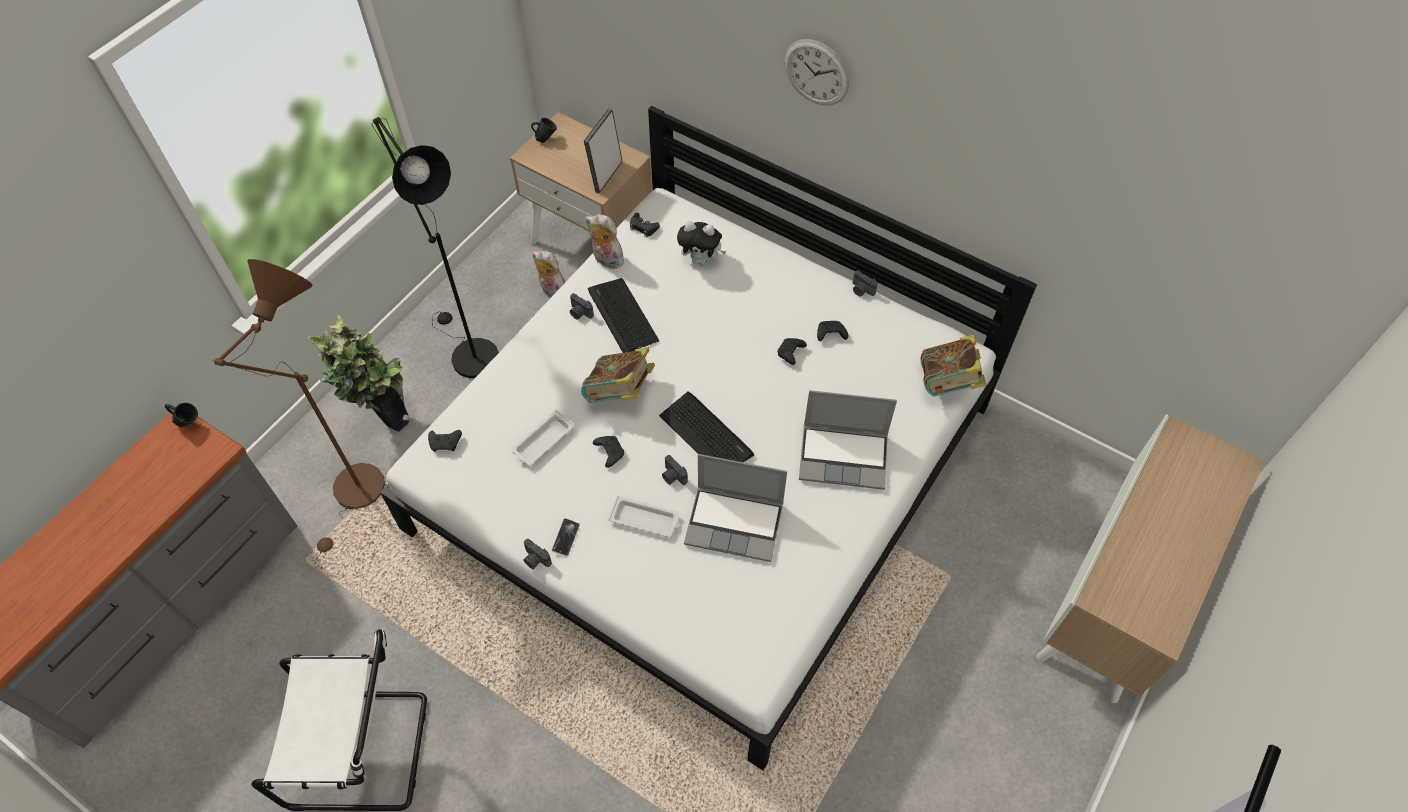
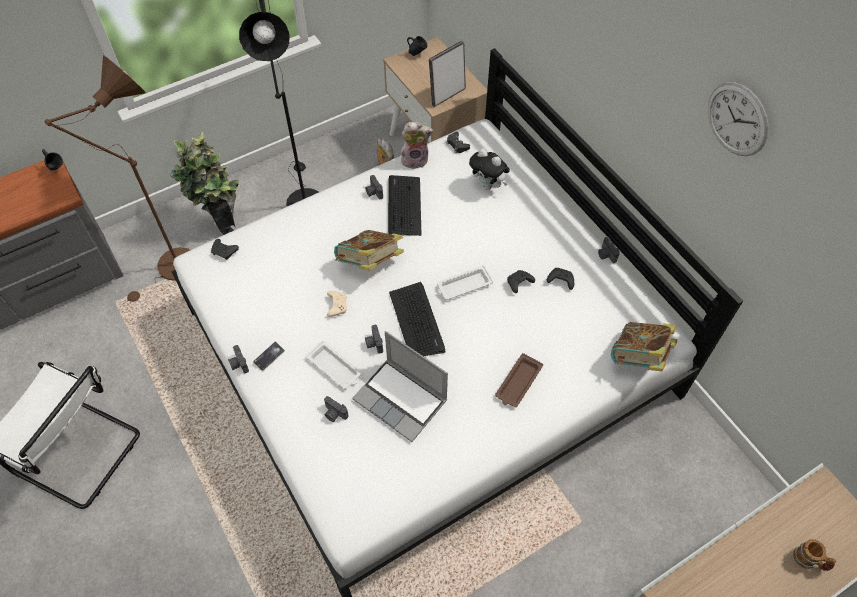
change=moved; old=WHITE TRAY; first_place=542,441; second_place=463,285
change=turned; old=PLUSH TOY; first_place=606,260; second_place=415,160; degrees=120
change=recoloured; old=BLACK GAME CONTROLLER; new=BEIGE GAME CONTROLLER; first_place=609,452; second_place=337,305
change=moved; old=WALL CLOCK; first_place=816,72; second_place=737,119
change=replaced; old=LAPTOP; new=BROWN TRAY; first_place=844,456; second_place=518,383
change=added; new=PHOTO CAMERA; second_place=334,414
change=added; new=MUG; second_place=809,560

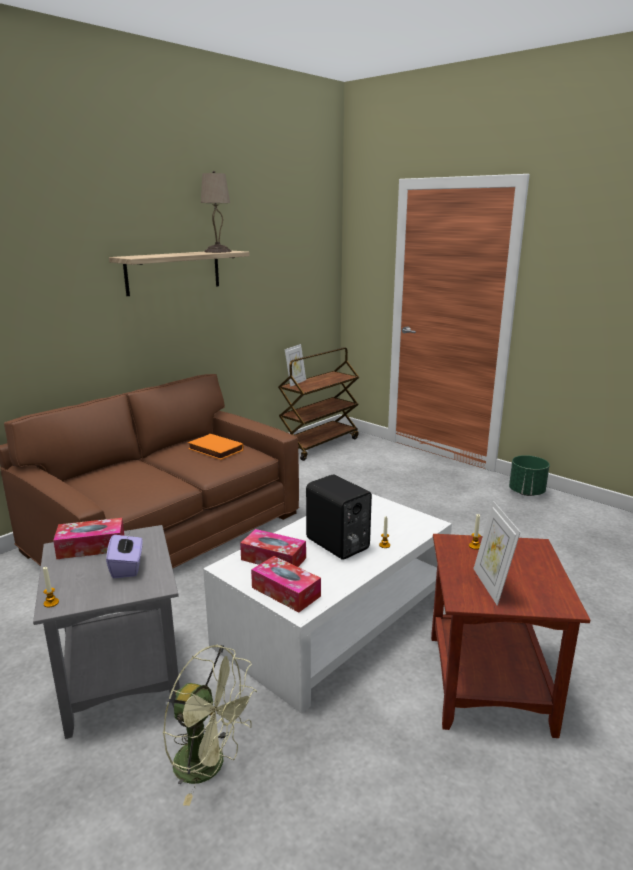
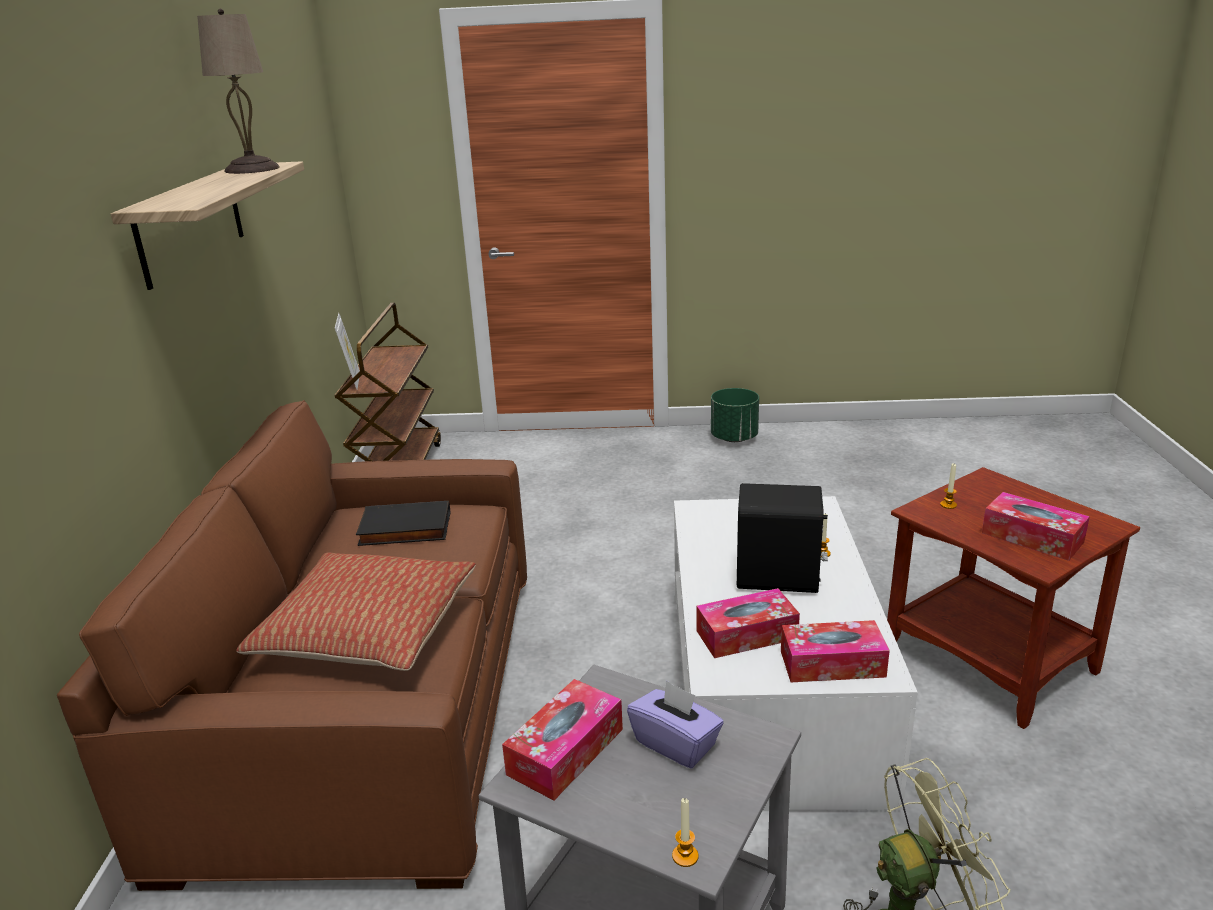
change=recoloured; old=ORANGE BOOK; new=BLACK BOOK; first_place=214,450; second_place=404,530
change=replaced; old=PICTURE FRAME; new=TISSUE BOX; first_place=491,585; second_place=1032,537
change=added; new=PILLOW; second_place=368,631

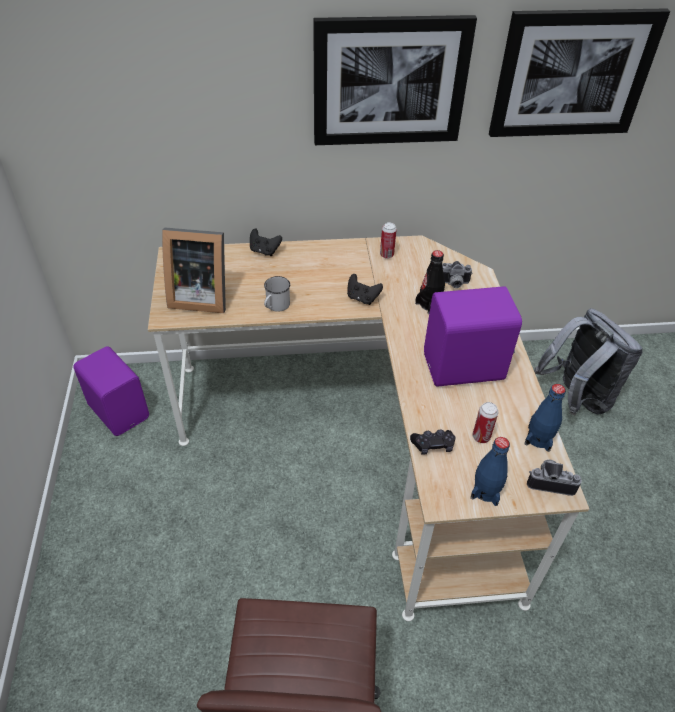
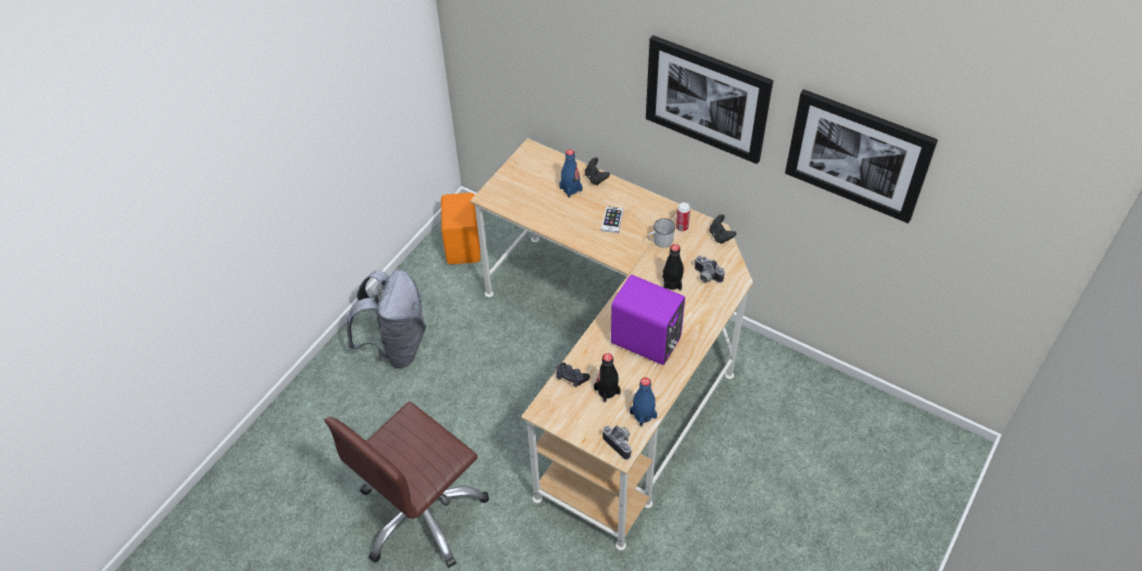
change=recoloured; old=PURPLE SPEAKER; new=ORANGE SPEAKER; first_place=120,410; second_place=464,245
change=removed; old=PICTURE FRAME; first_place=199,296
change=moved; old=WHITE MUG; first_place=275,306; second_place=660,241
change=moved; old=BLACK GAME CONTROLLER; first_place=362,298; second_place=720,236
change=moved; old=BLUE BOTTLE; first_place=486,491; second_place=570,189
change=replaced; old=CAN; new=BLACK BOTTLE; first_place=481,437; second_place=607,391
change=moved; old=GREY BACKPACK; first_place=575,398; second_place=396,346
change=added; new=PHONE; second_place=612,220

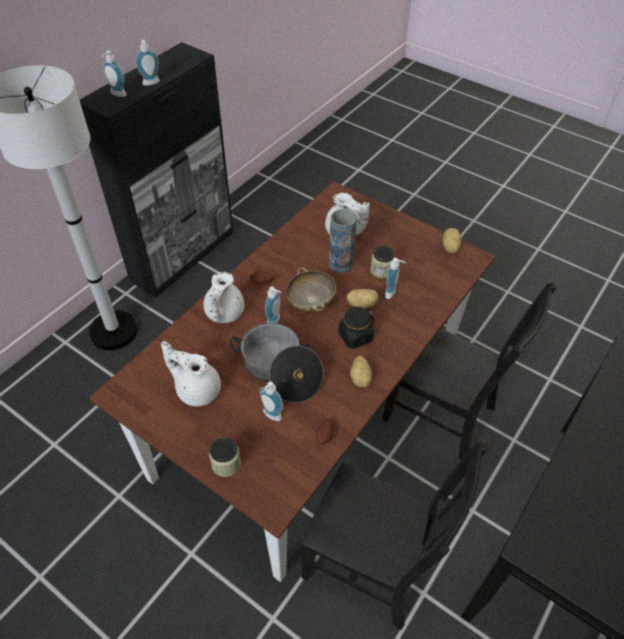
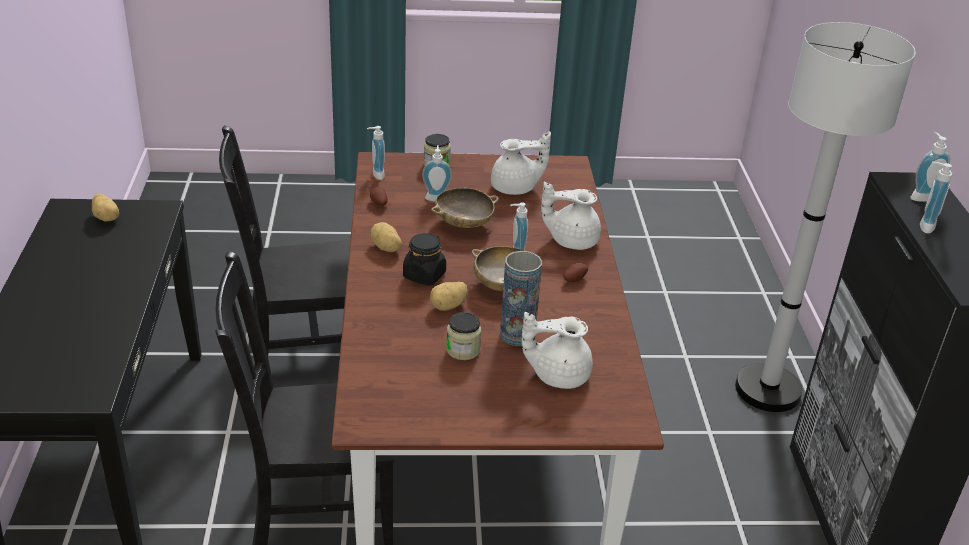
change=turned; old=WHITE TEAPOT; first_place=223,313; second_place=571,240; degrees=-60
change=replaced; old=COOKING POT; new=BEIGE BOWL; first_place=280,371; second_place=464,224
change=moved; old=SOAP DISPENSER; first_place=392,293; second_place=376,174
change=moved; old=POTATO; first_place=449,247; second_place=107,218

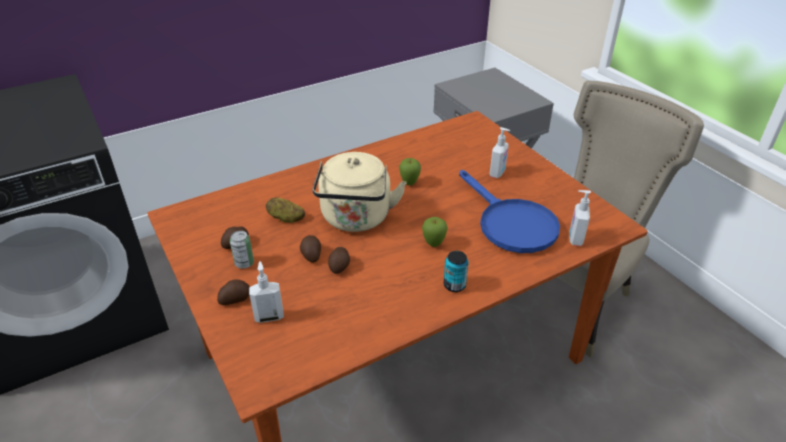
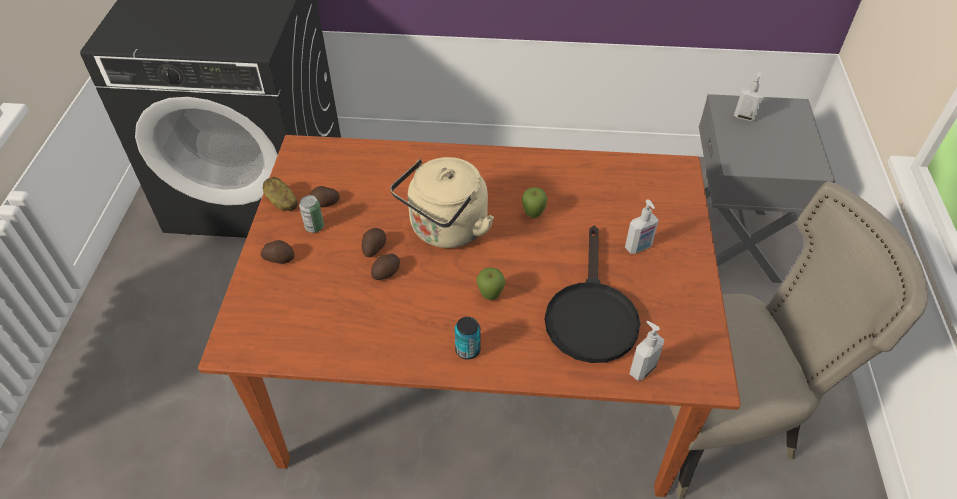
change=moved; old=SOAP DISPENSER; first_place=269,316; second_place=744,117
change=moved; old=POTATO; first_place=286,218; second_place=281,202
change=recoloured; old=BLUE FRYING PAN; new=BLACK FRYING PAN; first_place=510,223; second_place=590,314

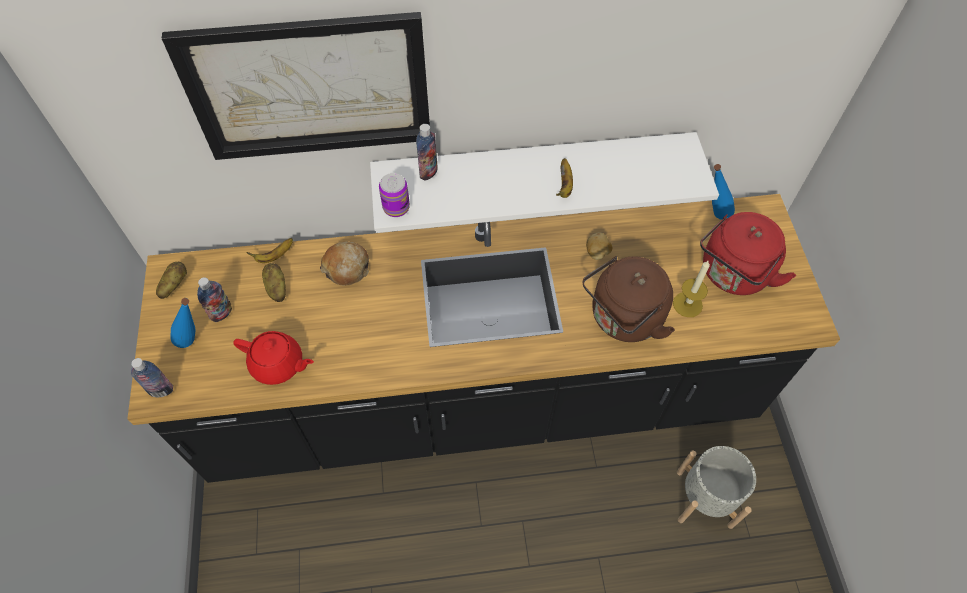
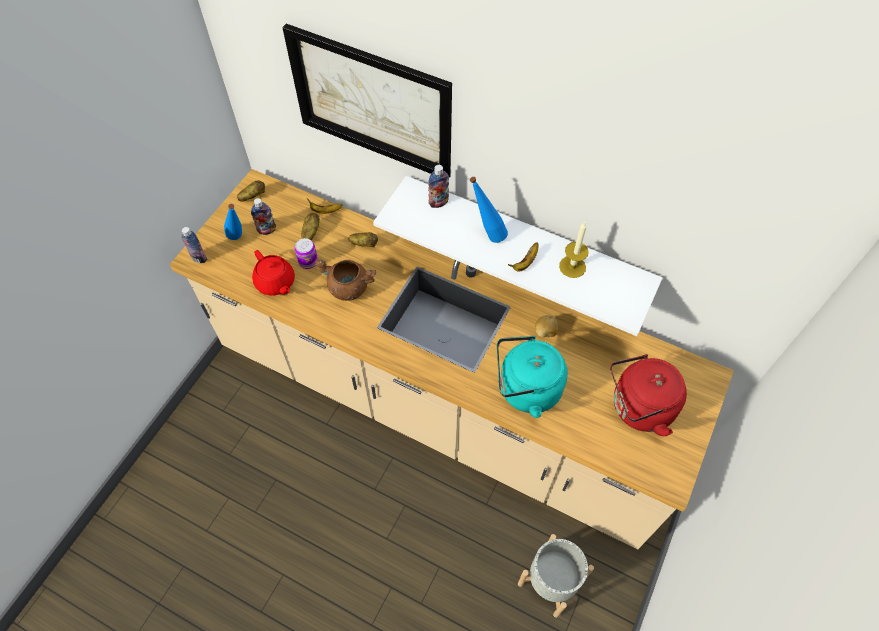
change=recoloured; old=BLACK COUNTER; new=BEIGE COUNTER; first_place=482,400; second_place=439,404
change=replaced; old=BREAD; new=POTATO; first_place=346,268; second_place=364,244
change=moved; old=CAN; first_place=396,207; second_place=308,262
change=recoloured; old=BROWN KETTLE; new=TURQUOISE KETTLE; first_place=623,319; second_place=525,389
change=moved; old=CANDLE; first_place=687,304; second_place=572,266
change=moved; old=BLUE BOTTLE; first_place=712,216; second_place=487,234
change=added; new=BROWN COOKING POT; second_place=348,288

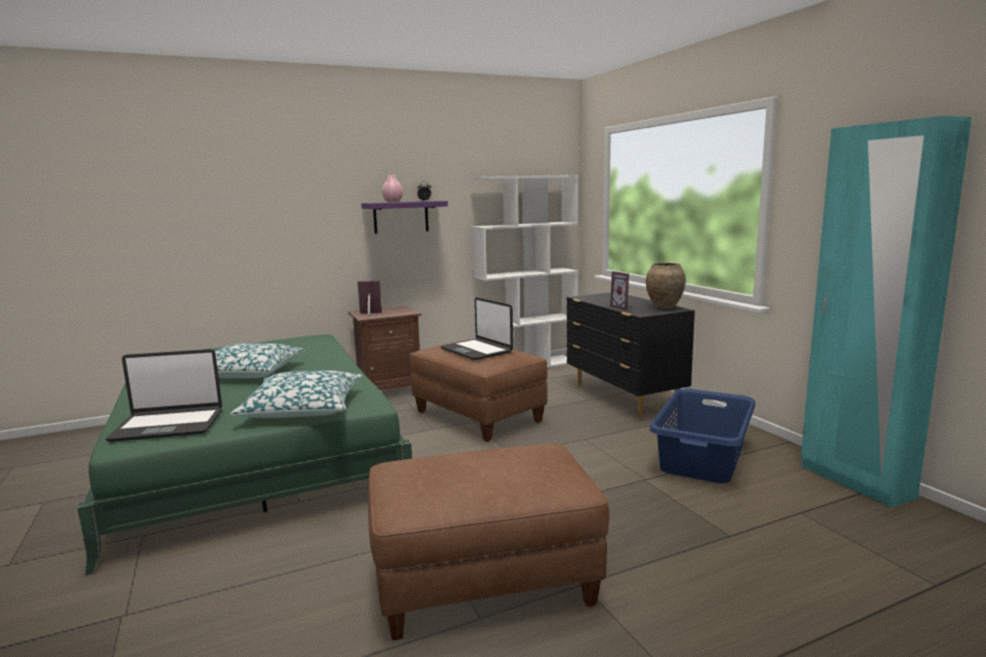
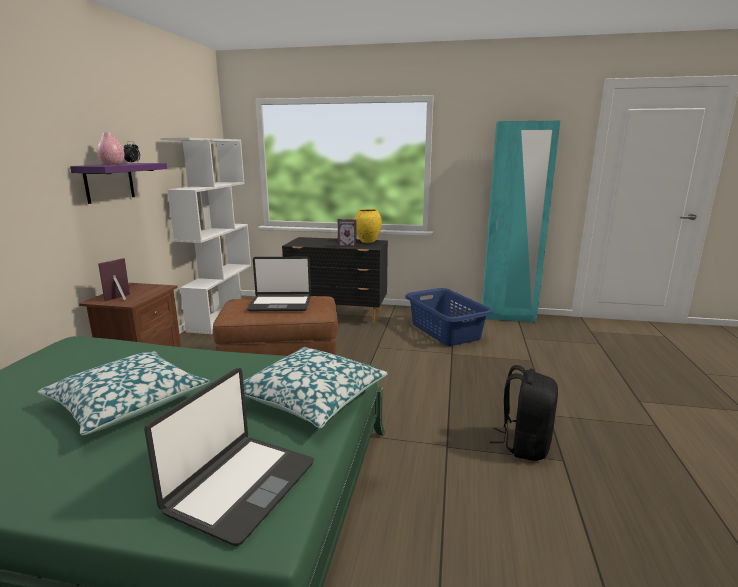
change=replaced; old=BROWN OTTOMAN; new=BLACK BACKPACK; first_place=485,581; second_place=524,444
change=recoloured; old=BROWN VASE; new=YELLOW VASE; first_place=664,307; second_place=367,241

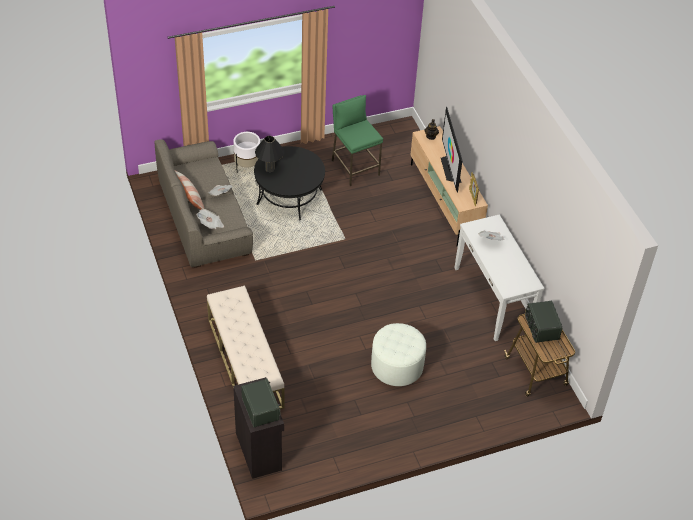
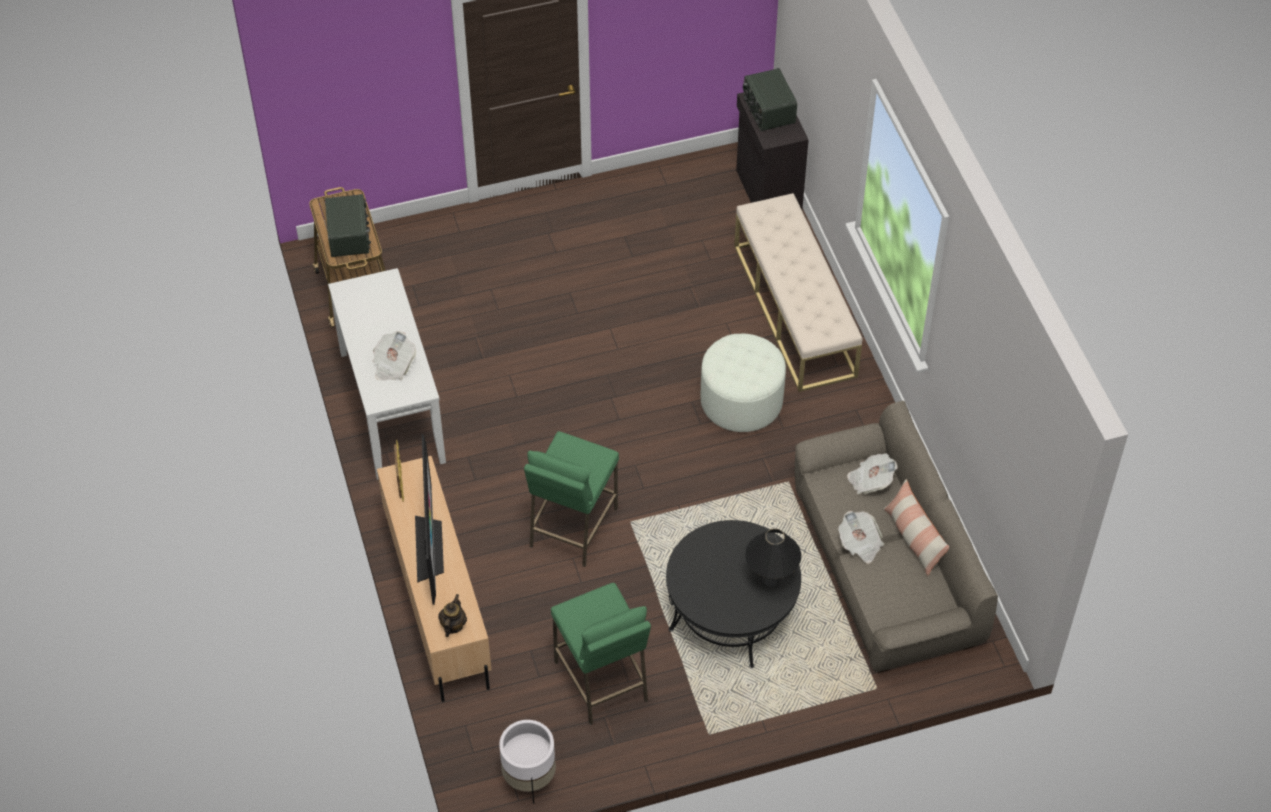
change=moved; old=WHITE PLANTER; first_place=247,166; second_place=529,778
change=moved; old=WHITE OTTOMAN; first_place=397,366; second_place=741,400
change=added; new=GREEN STOOL; second_place=572,528

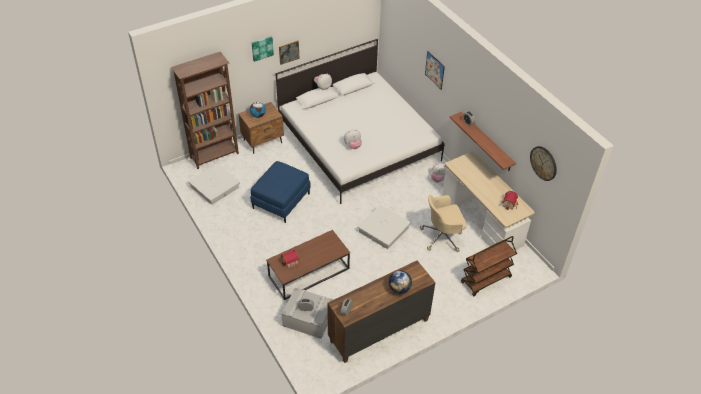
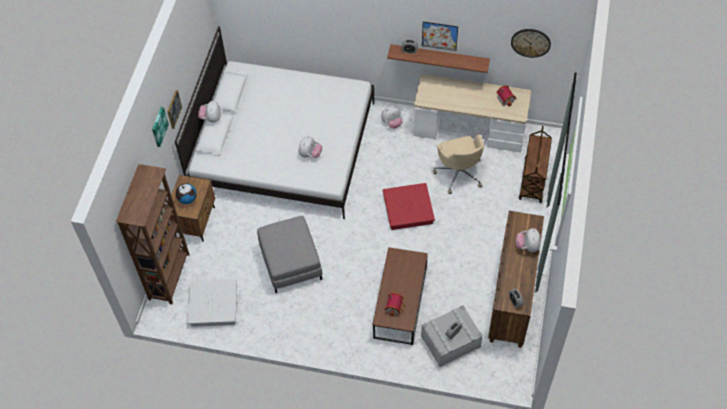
change=recoloured; old=BLUE OTTOMAN; new=GREY OTTOMAN; first_place=281,201; second_place=291,262
change=recoloured; old=WHITE STORAGE BOX; new=RED STORAGE BOX; first_place=384,230; second_place=408,209
change=replaced; old=GLOBE; new=PLUSH TOY; first_place=399,289; second_place=527,246
change=turned; old=BEIGE OFFICE CHAIR; first_place=442,236; second_place=459,173; degrees=-45
change=moved; old=PICTURE; first_place=434,70; second_place=439,36

